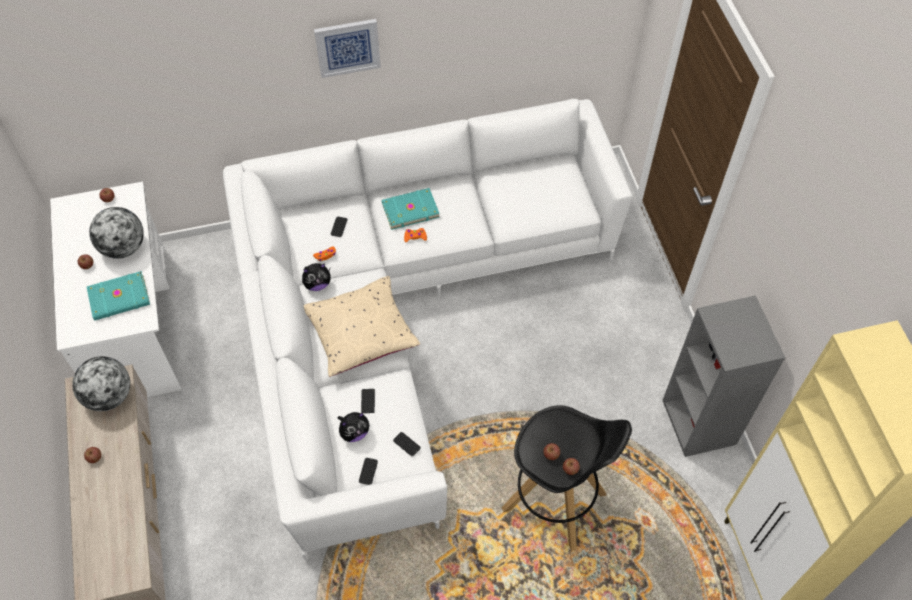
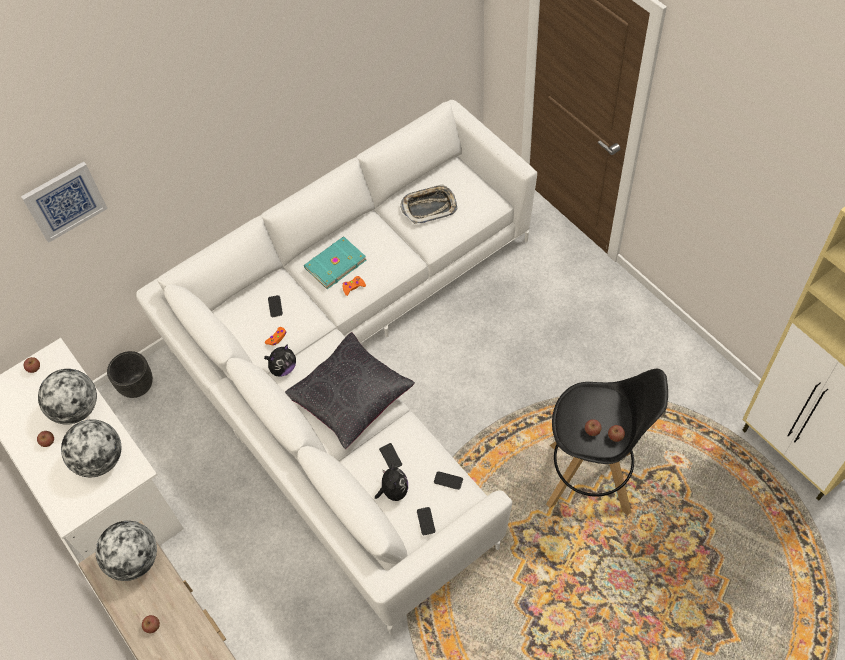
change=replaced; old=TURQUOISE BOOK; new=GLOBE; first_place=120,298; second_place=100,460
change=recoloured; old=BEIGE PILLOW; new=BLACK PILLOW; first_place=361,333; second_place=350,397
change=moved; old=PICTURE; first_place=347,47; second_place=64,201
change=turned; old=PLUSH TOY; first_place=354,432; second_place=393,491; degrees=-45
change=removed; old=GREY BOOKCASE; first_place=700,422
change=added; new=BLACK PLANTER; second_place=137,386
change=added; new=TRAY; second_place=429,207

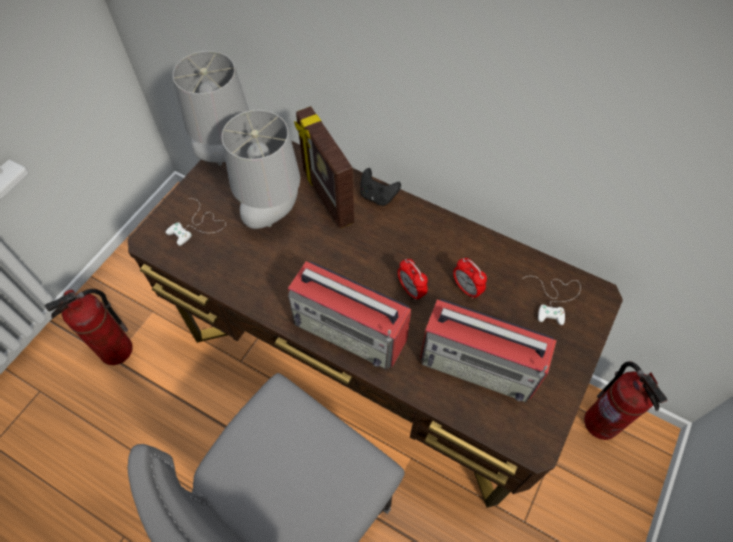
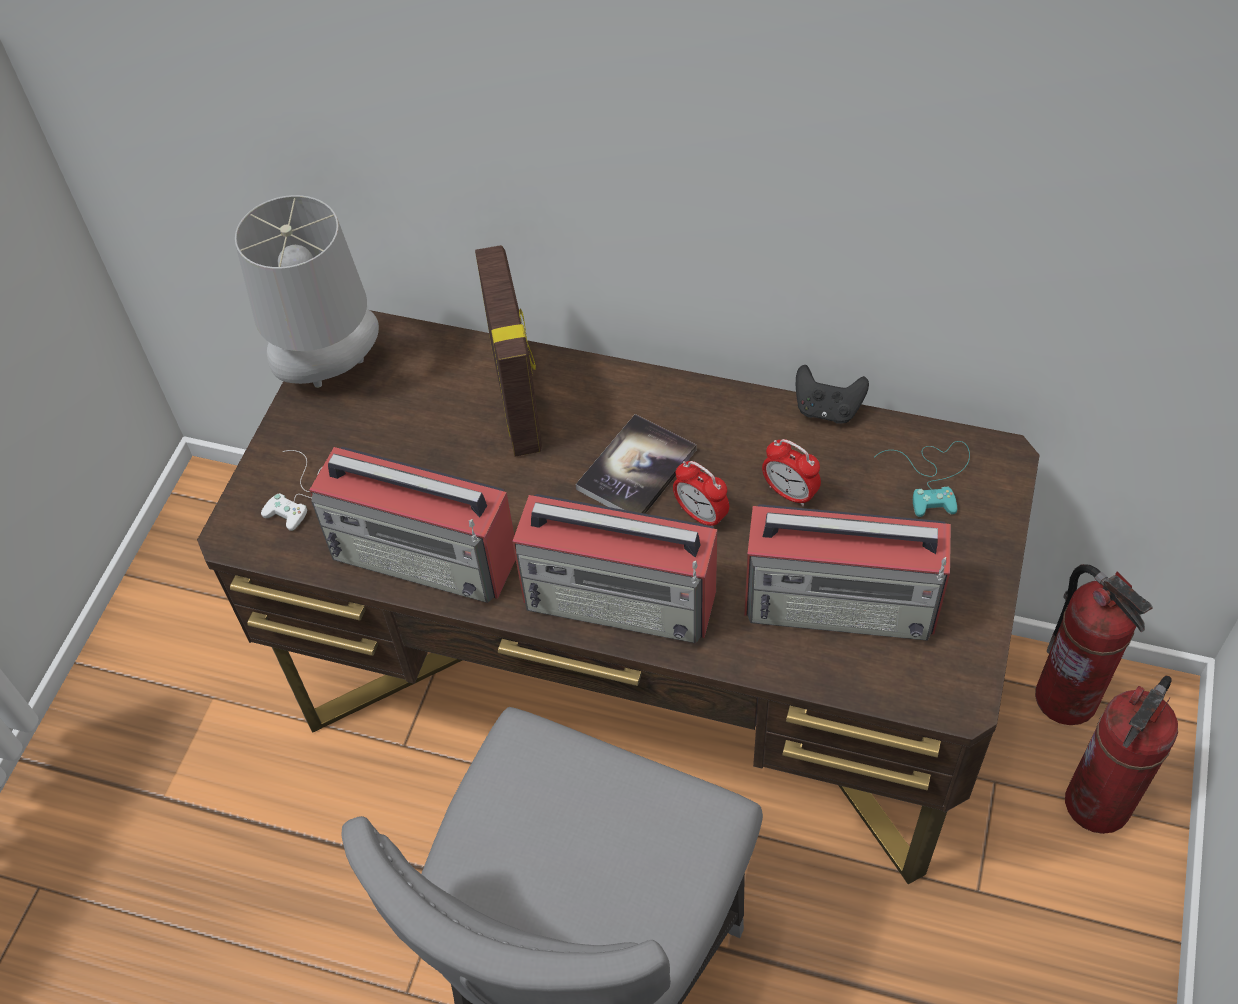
change=moved; old=FIRE EXTINGUISHER; first_place=116,351; second_place=1098,805
change=removed; old=GREY TABLE LAMP; first_place=273,216
change=turned; old=PICTURE FRAME; first_place=327,197; second_place=518,400; degrees=-150
change=moved; old=BLACK GAME CONTROLLER; first_place=377,196; second_place=827,409
change=recoloured; old=WHITE GAME CONTROLLER; new=TURQUOISE GAME CONTROLLER; first_place=555,298; second_place=933,476
change=added; new=RADIO; second_place=426,556
change=added; new=BOOK; second_place=636,469

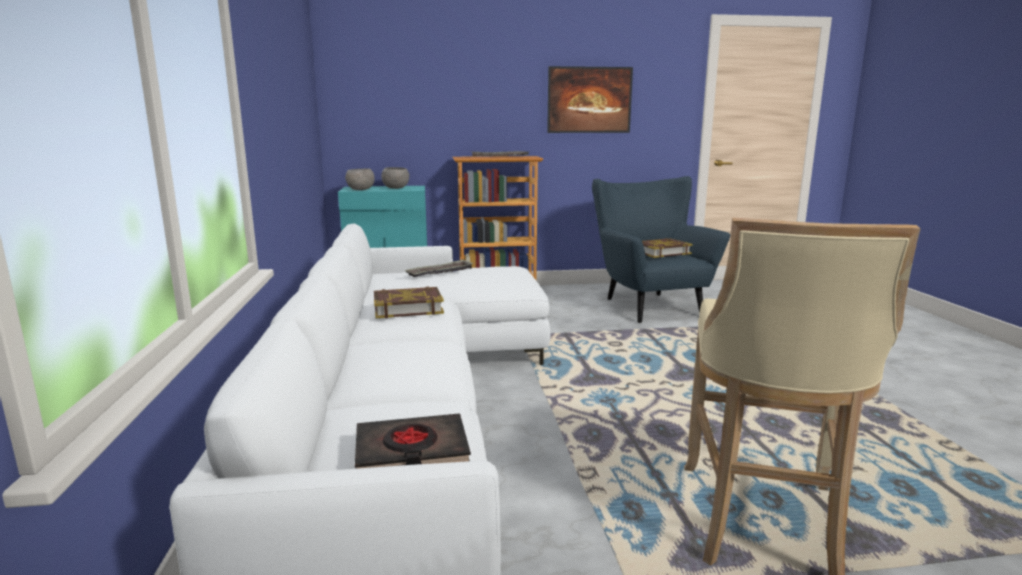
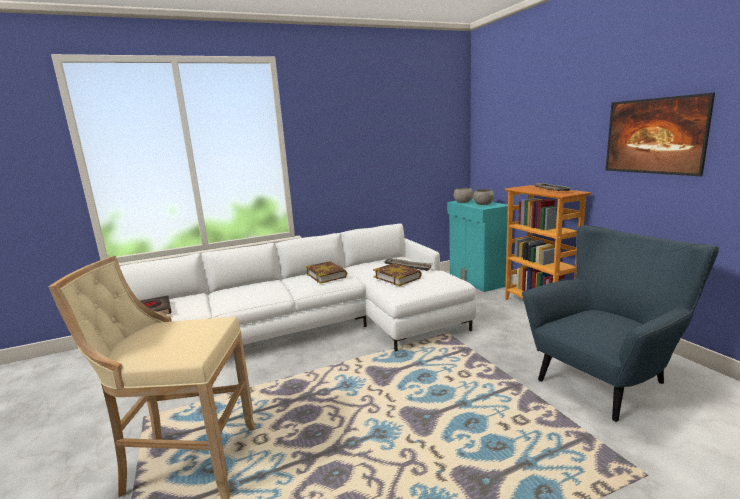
change=moved; old=BOOK; first_place=661,252; second_place=397,277

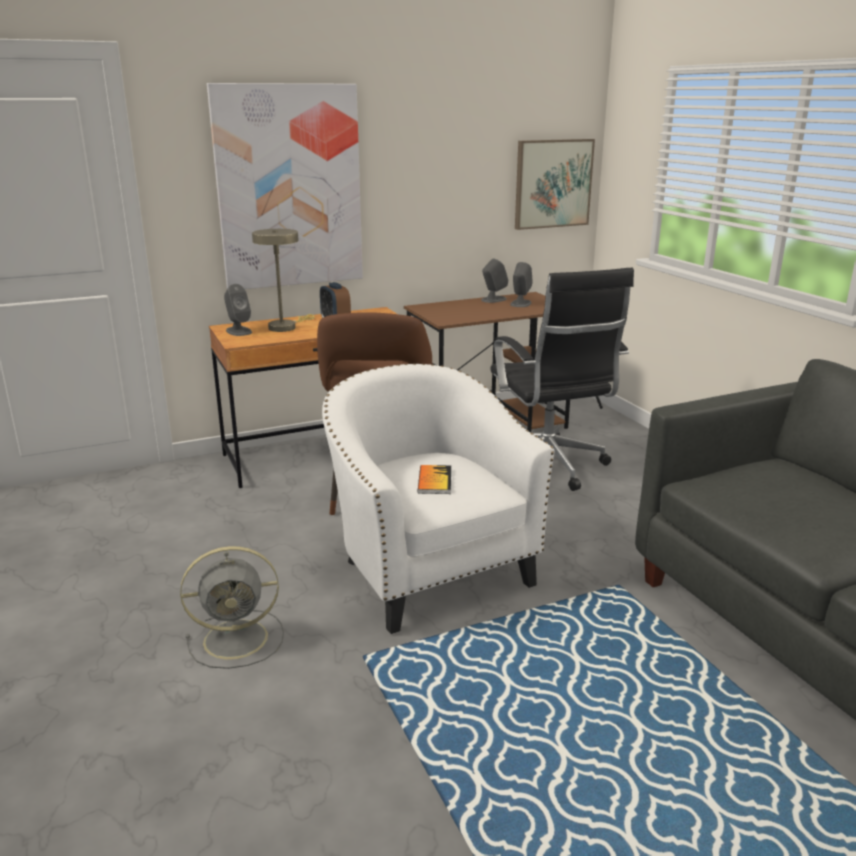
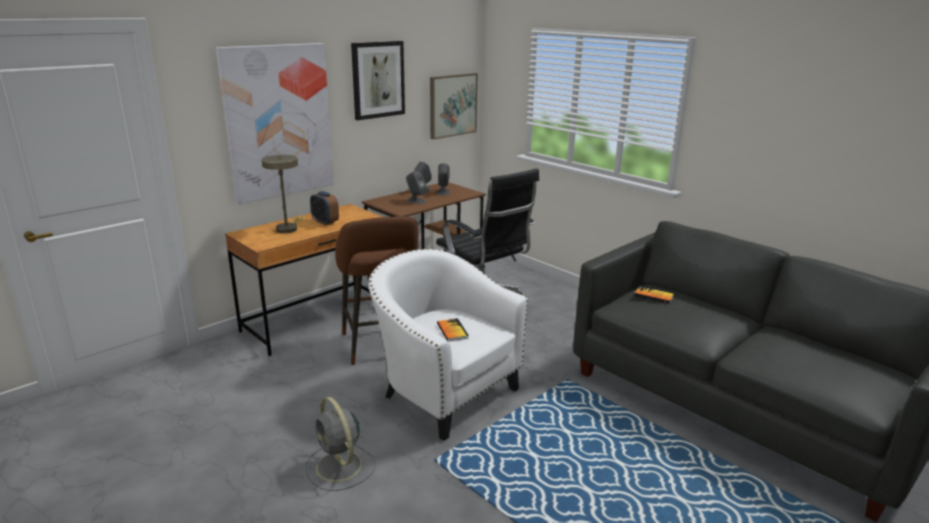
change=turned; old=GREY FAN; first_place=239,639; second_place=340,467; degrees=90
change=moved; old=GREY SPEAKER; first_place=238,331; second_place=416,201
change=added; new=PICTURE; second_place=378,80
change=added; new=BOOK; second_place=654,295

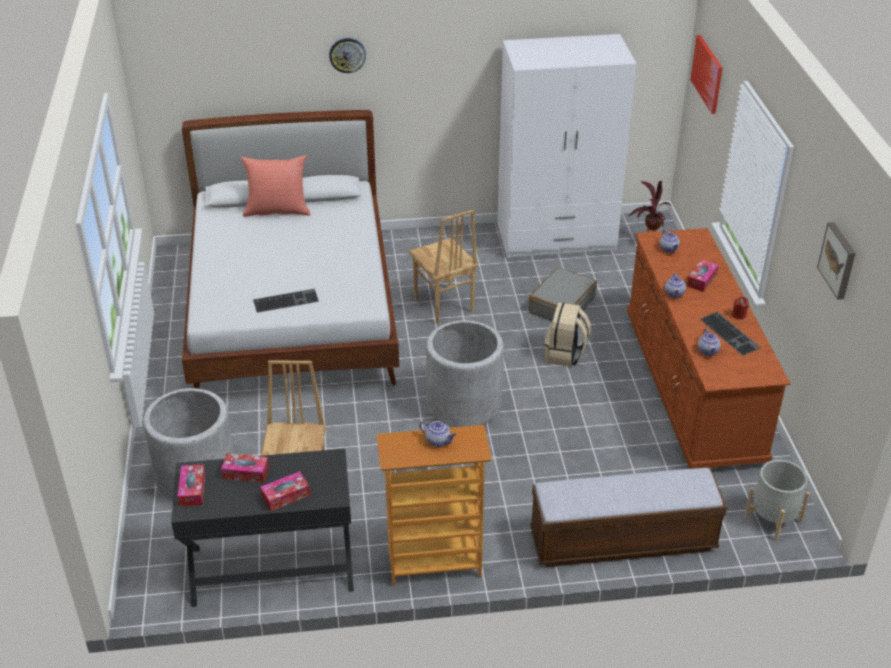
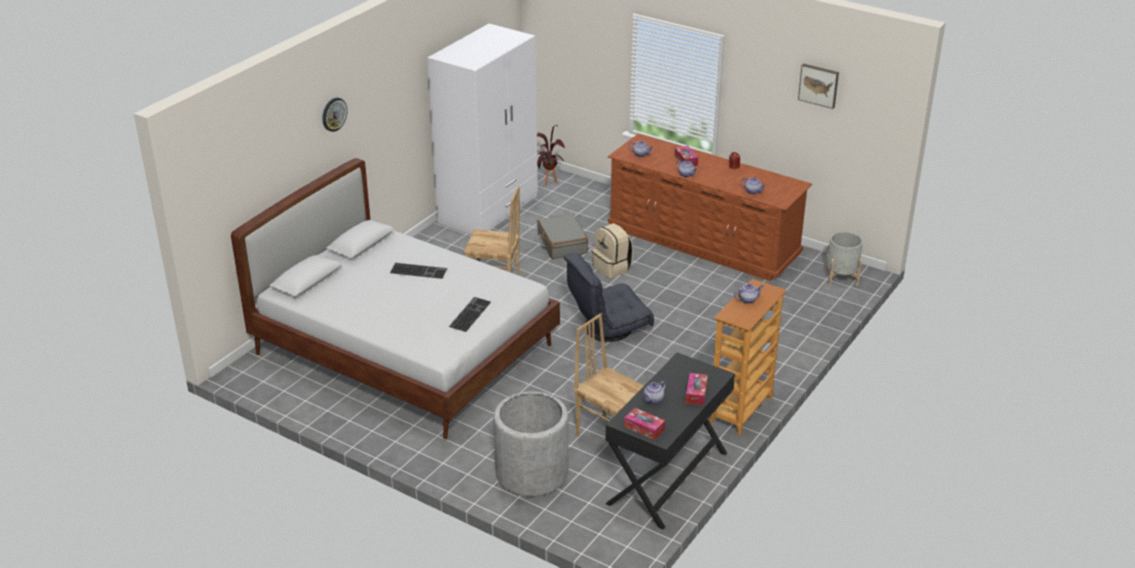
change=replaced; old=TISSUE BOX; new=TEAPOT; first_place=246,473; second_place=653,400
change=removed; old=RED PILLOW; first_place=277,210
change=replaced; old=GREY PLANTER; new=GREY ARMCHAIR; first_place=464,404; second_place=607,328
change=removed; old=BENCH; first_place=622,541
change=removed; old=PICTURE; first_place=707,73
change=moved; old=KEYBOARD; first_place=731,333; second_place=419,270

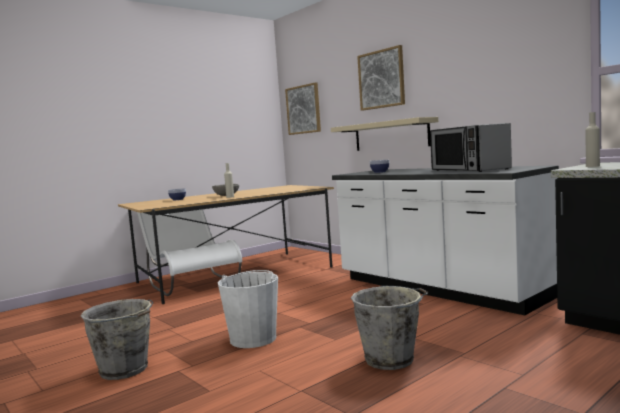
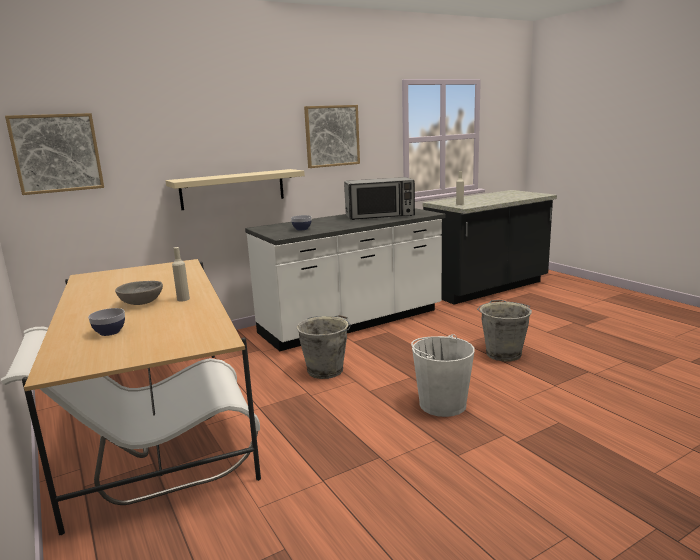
change=moved; old=GREY BUCKET; first_place=125,370; second_place=326,370
change=moved; old=PICTURE; first_place=381,79; second_place=332,136

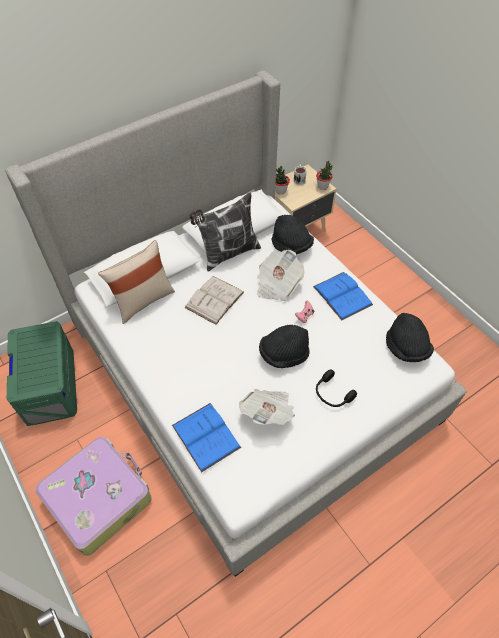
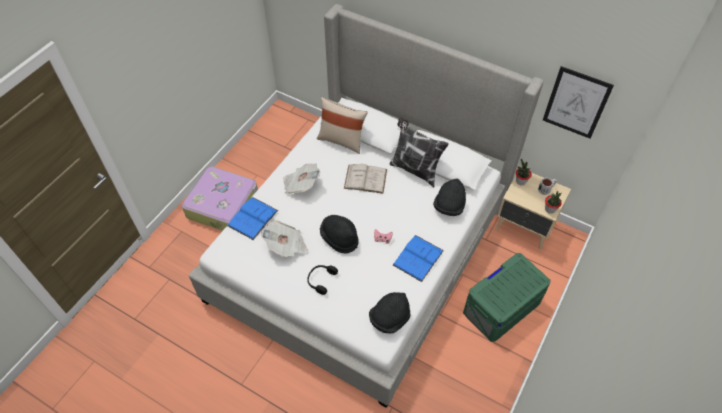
change=moved; old=GREEN STORAGE BOX; first_place=50,385; second_place=501,307
change=moved; old=NEWSPAPER; first_place=277,284; second_place=301,185
change=added; new=PICTURE; second_place=576,103

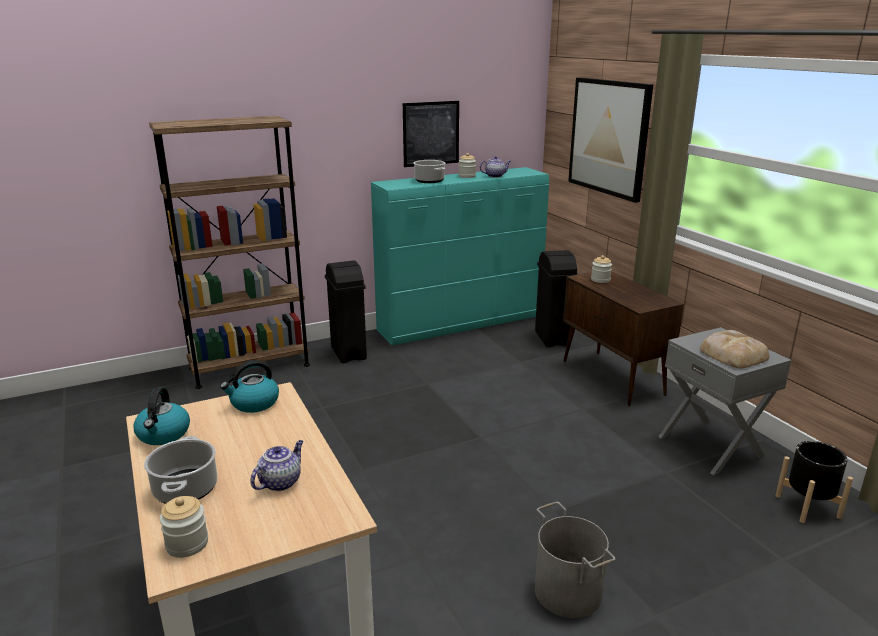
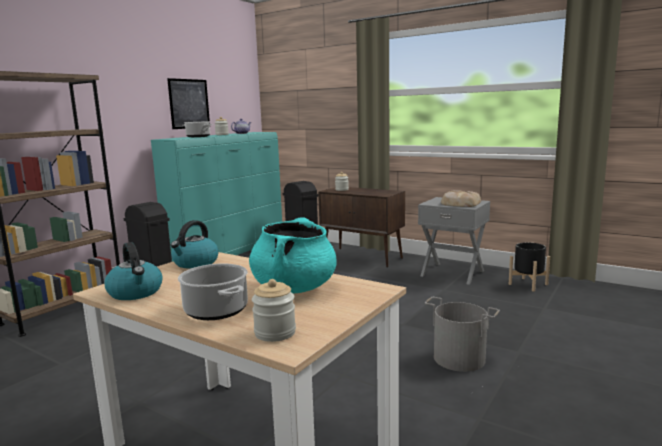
change=replaced; old=TEAPOT; new=TURQUOISE COOKING POT; first_place=280,482; second_place=294,288
change=removed; old=PICTURE; first_place=609,137

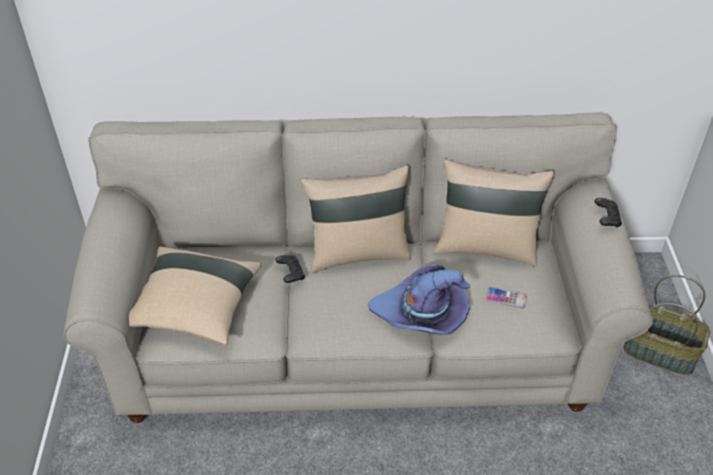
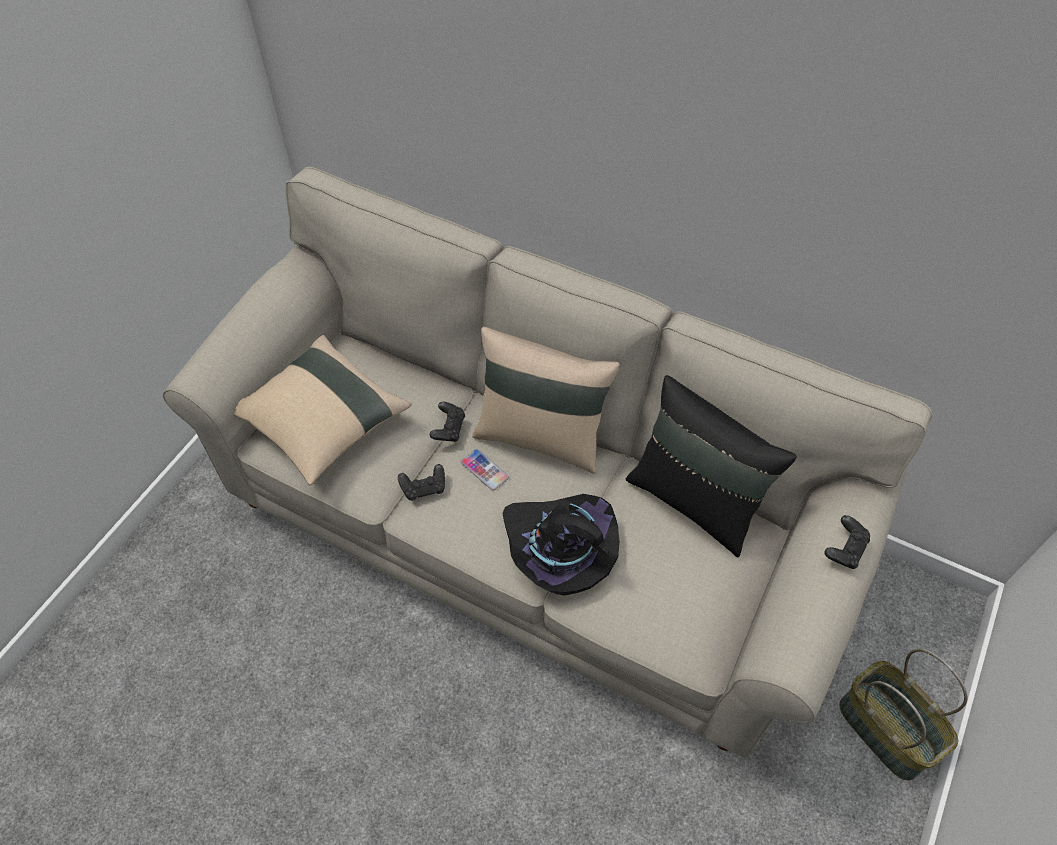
change=recoloured; old=PURPLE HAT; new=BLACK HAT; first_place=422,314; second_place=559,550
change=recoloured; old=BEIGE PILLOW; new=BLACK PILLOW; first_place=486,246; second_place=695,501
change=moved; old=PHONE; first_place=506,298; second_place=484,470
change=added; new=BLACK GAME CONTROLLER; second_place=424,488

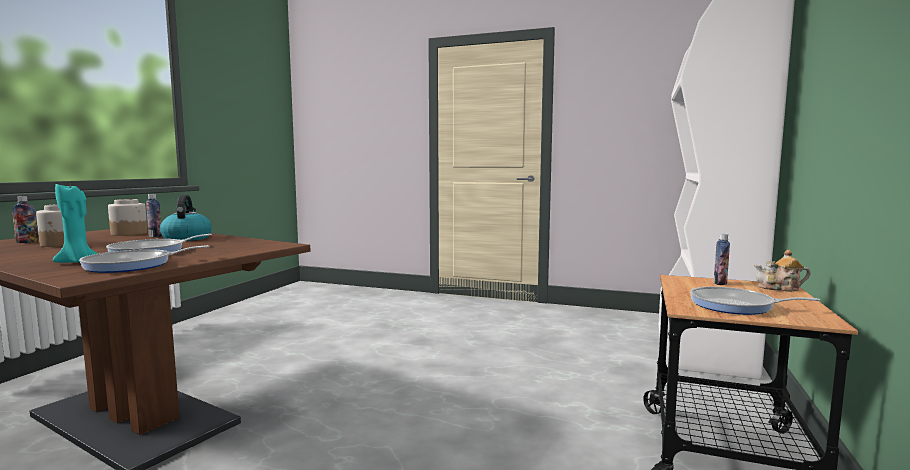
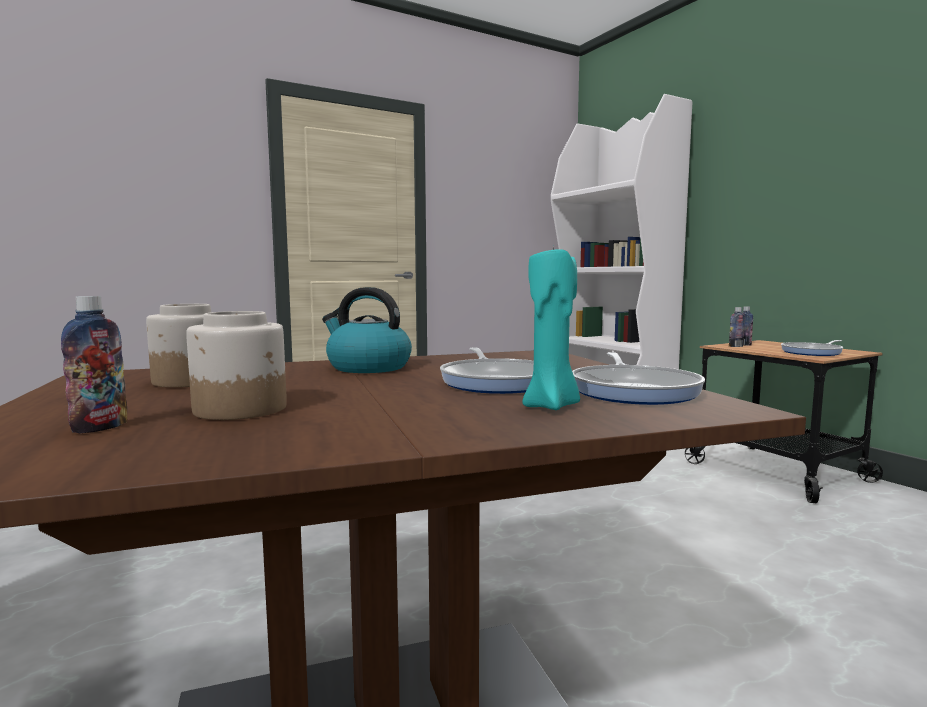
change=moved; old=BOTTLE; first_place=155,236; second_place=735,346
change=removed; old=TEAPOT; first_place=780,288

